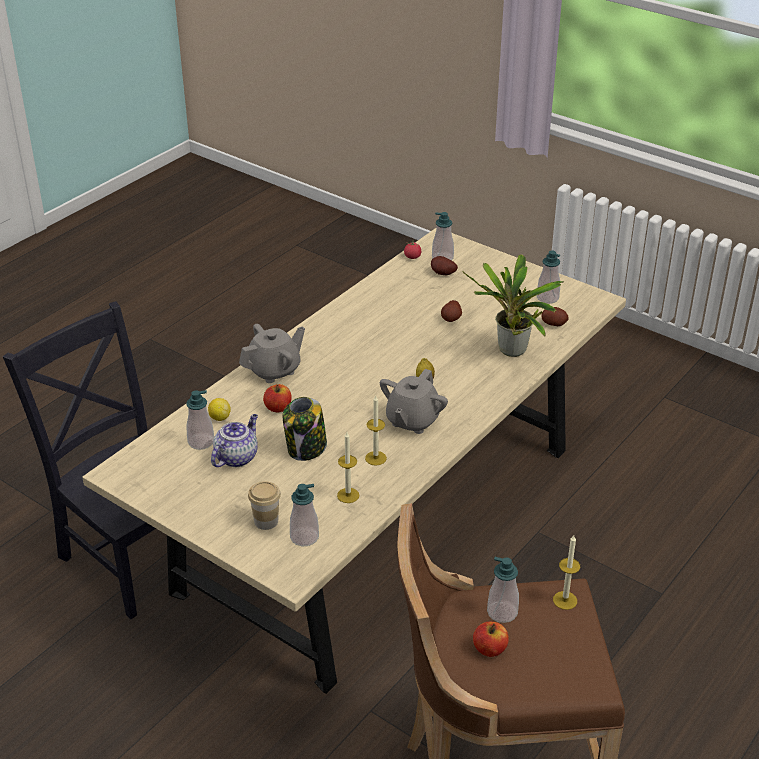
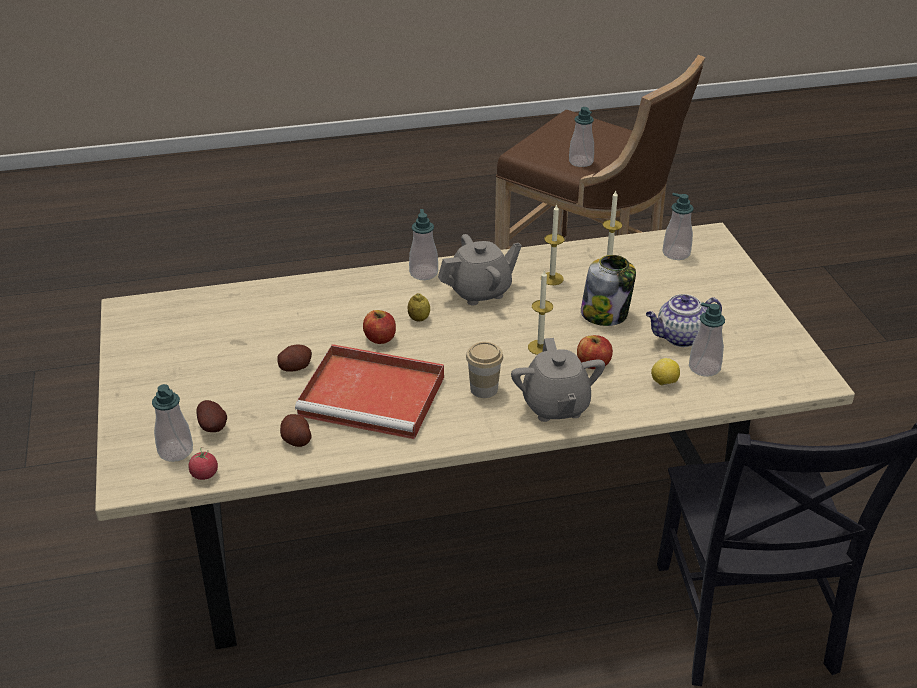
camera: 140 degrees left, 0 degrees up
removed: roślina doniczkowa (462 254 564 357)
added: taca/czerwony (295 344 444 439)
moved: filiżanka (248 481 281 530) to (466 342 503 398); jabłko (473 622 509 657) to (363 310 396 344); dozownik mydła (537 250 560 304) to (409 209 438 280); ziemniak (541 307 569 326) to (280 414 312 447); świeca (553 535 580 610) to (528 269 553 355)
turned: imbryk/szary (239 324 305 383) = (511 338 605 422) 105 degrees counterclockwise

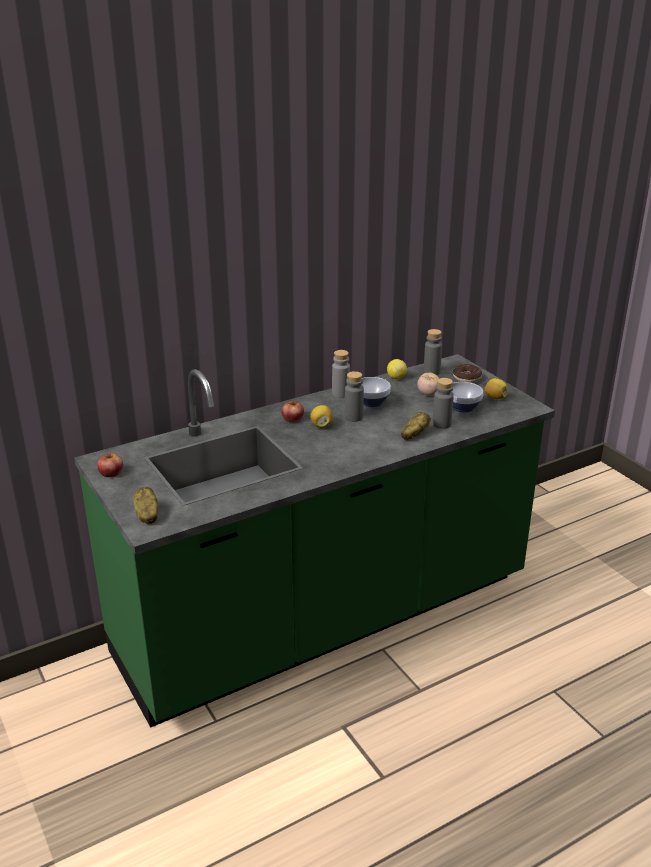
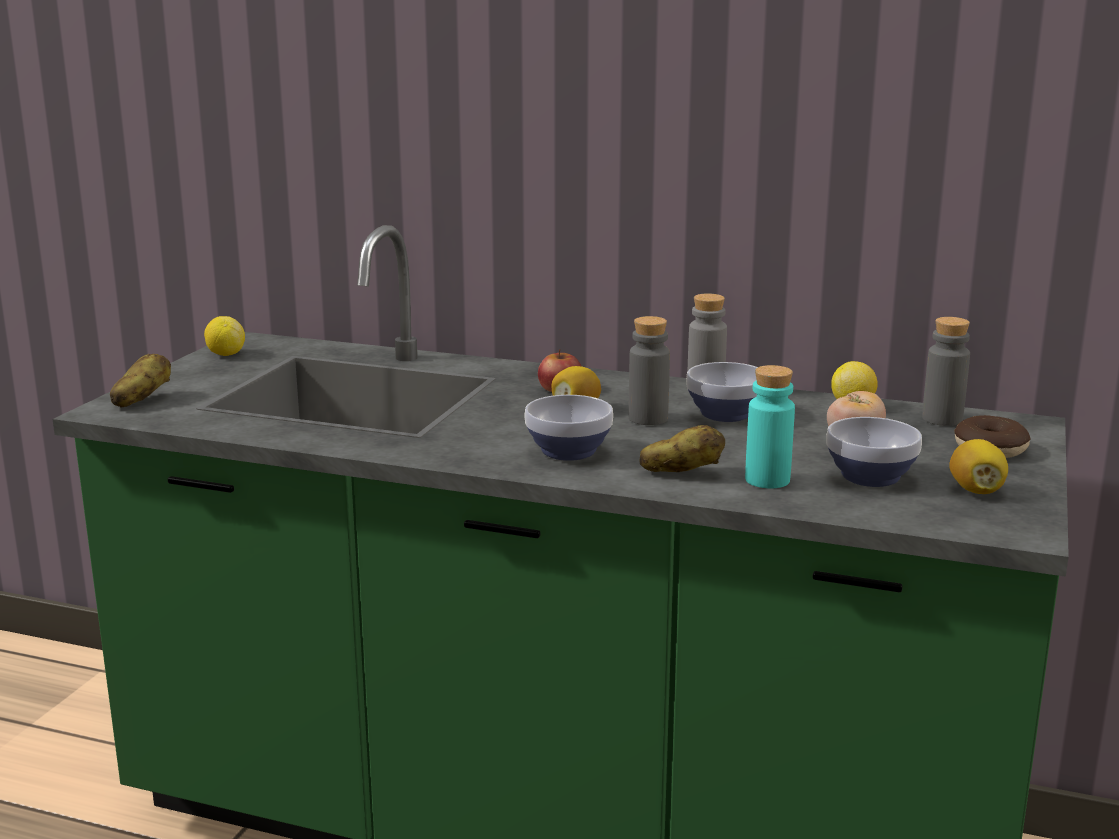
camera: 50 degrees right, 10 degrees down
added: miska (524 395 613 461)
replaced: jabłko (97 453 123 477) to cytryna (204 316 245 356)
recoloured: butelka/szary (433 378 454 429) to butelka/turkusowy (745 365 795 488)

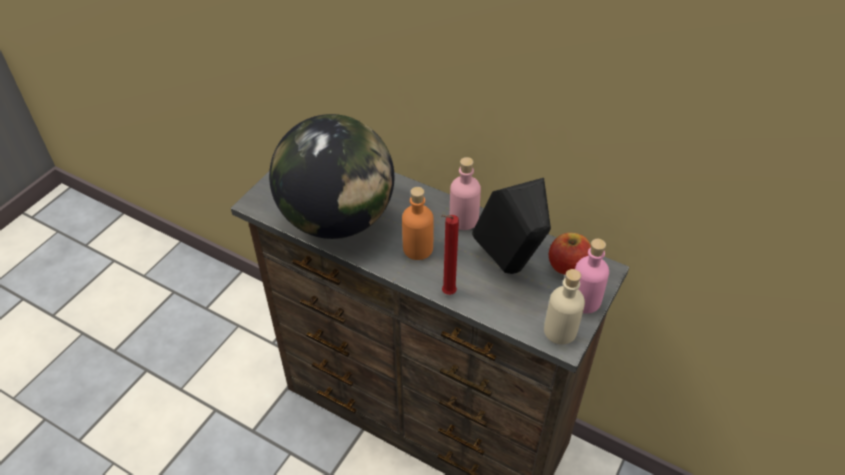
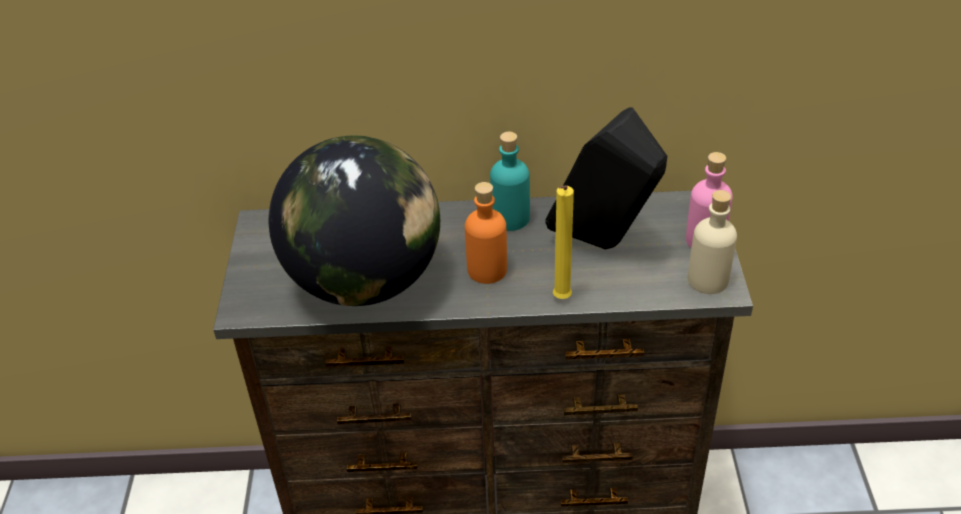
camera: 30 degrees left, 5 degrees down
removed: jabłko (549 233 591 275)
recoloured: świeca/czerwony (441 215 459 295) to świeca/żółty (553 185 574 299); butelka/różowy (450 157 481 230) to butelka/turkusowy (490 132 530 231)

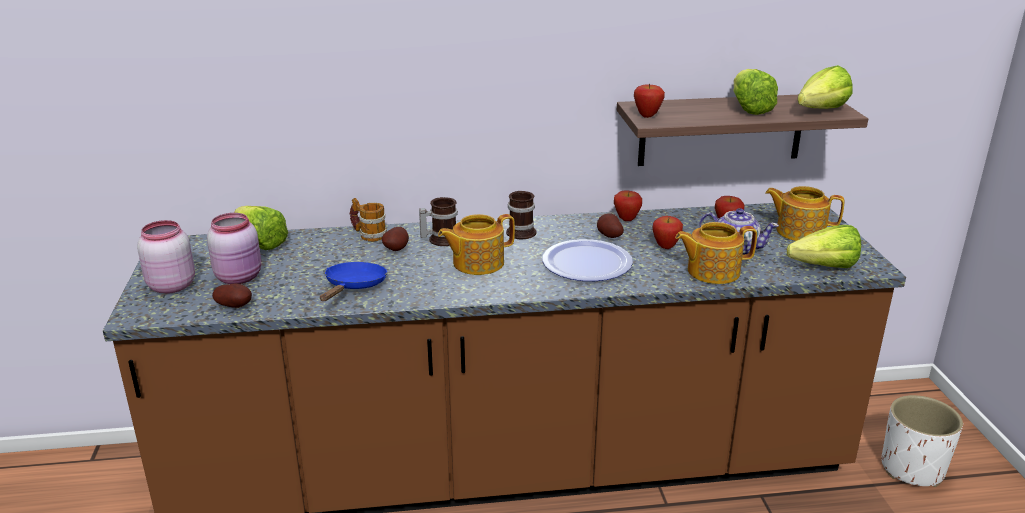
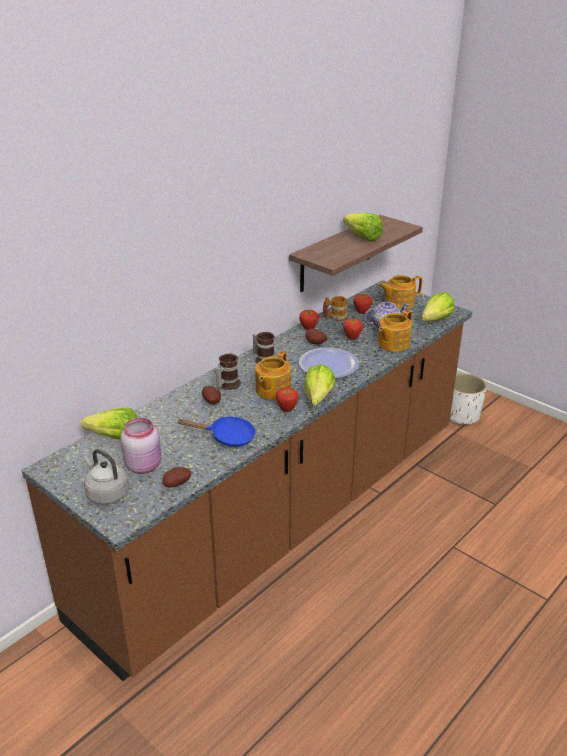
camera: 40 degrees left, 5 degrees up
moved: kubek (350 198 387 242) to (323 296 347 321); jabłko (634 84 665 118) to (276 387 299 412); sałata (797 65 853 109) to (304 364 335 406)
replaced: słoik/różowy (137 220 195 294) to czajnik/szary (84 449 129 504)
turned: patelnia/niebieski (320 262 387 301) = (178 417 256 447) 120 degrees clockwise

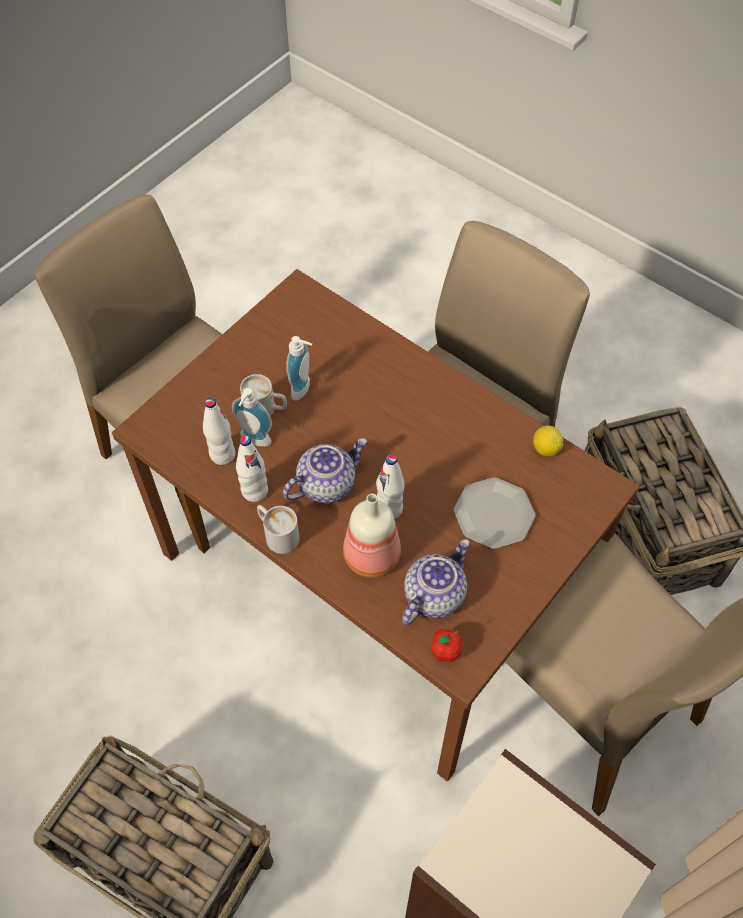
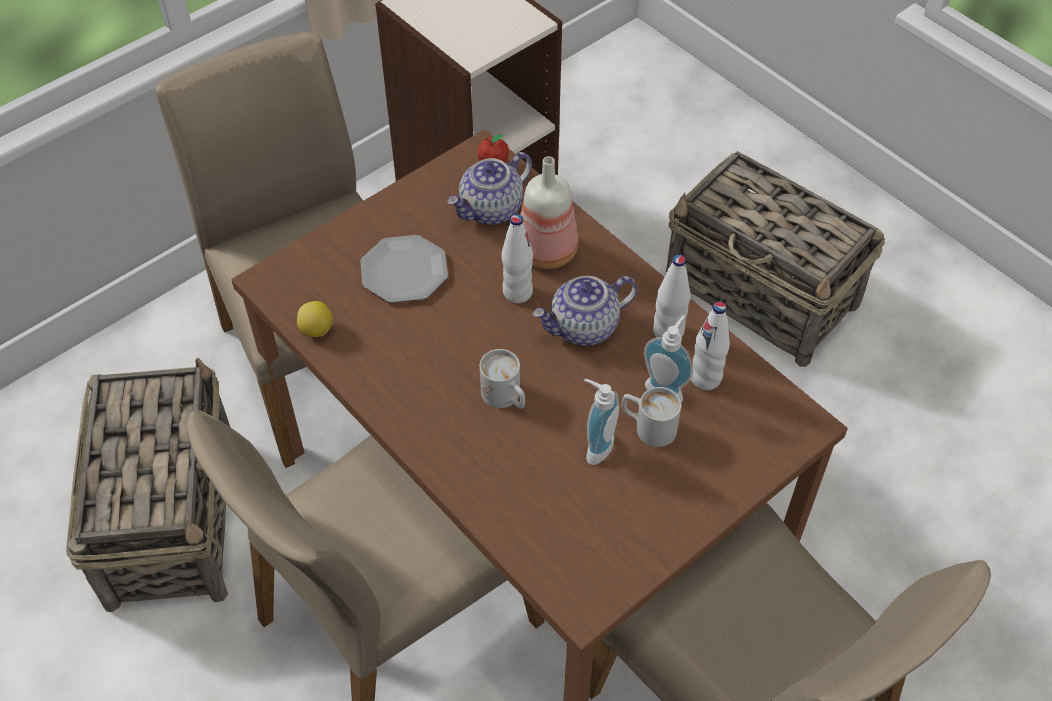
camera: 170 degrees left, 5 degrees down
moved: kubek/biały (257 505 299 554) to (480 349 525 409)

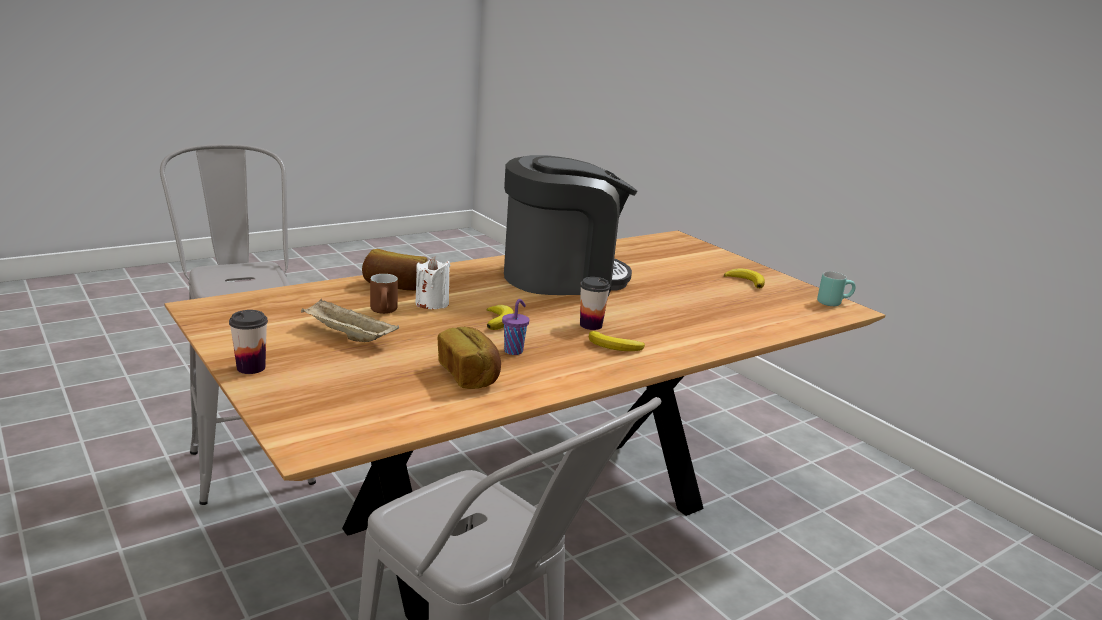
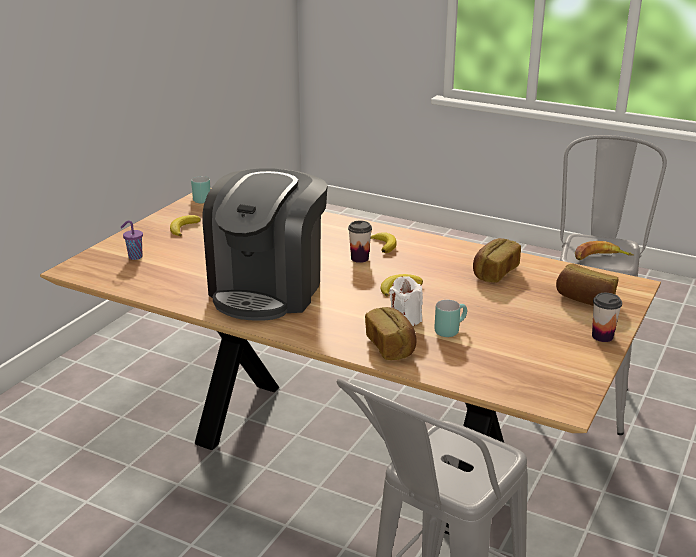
camera: 115 degrees left, 5 degrees up
removed: taca/beżowy (301 299 399 342)
added: chleb (556 263 618 306); banan (575 241 634 260)
moved: filiżanka/fioletowy (502 299 529 355) to (120 221 143 260)
recoloured: kubek/brązowy (370 274 398 314) to kubek/turkusowy (434 300 467 337)
turned: ekspres do kawy (504 155 637 296) = (203 168 328 321) 120 degrees counterclockwise

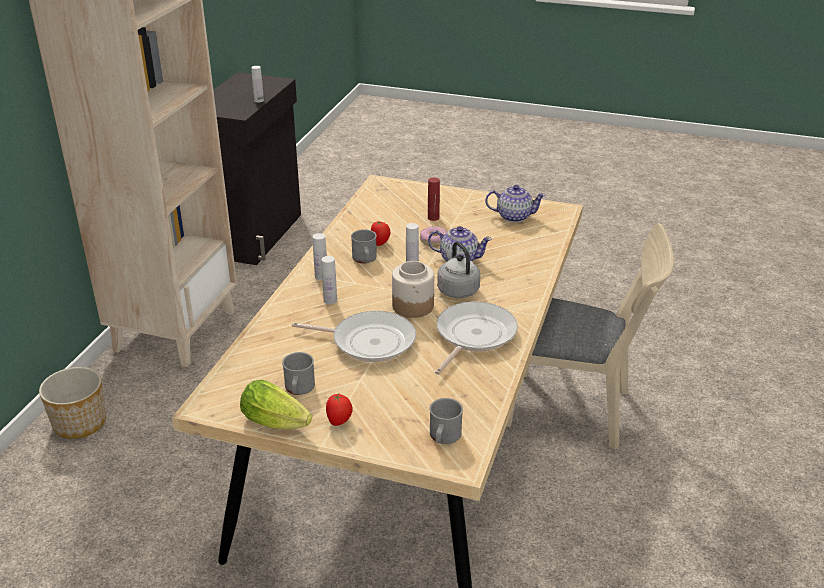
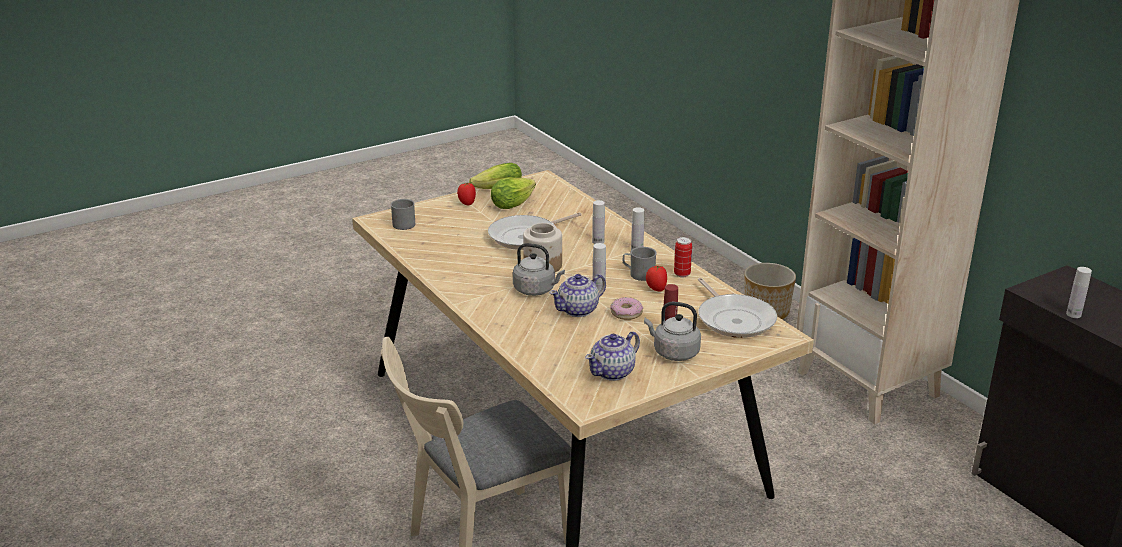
camera: 130 degrees right, 5 degrees down
added: czajnik/szary (644 302 701 361); puszka (674 237 692 277)
moved: patelnia (435 302 518 375) to (698 278 777 338)
replaced: kubek/szary (282 352 315 395) to sałata (491 178 536 209)

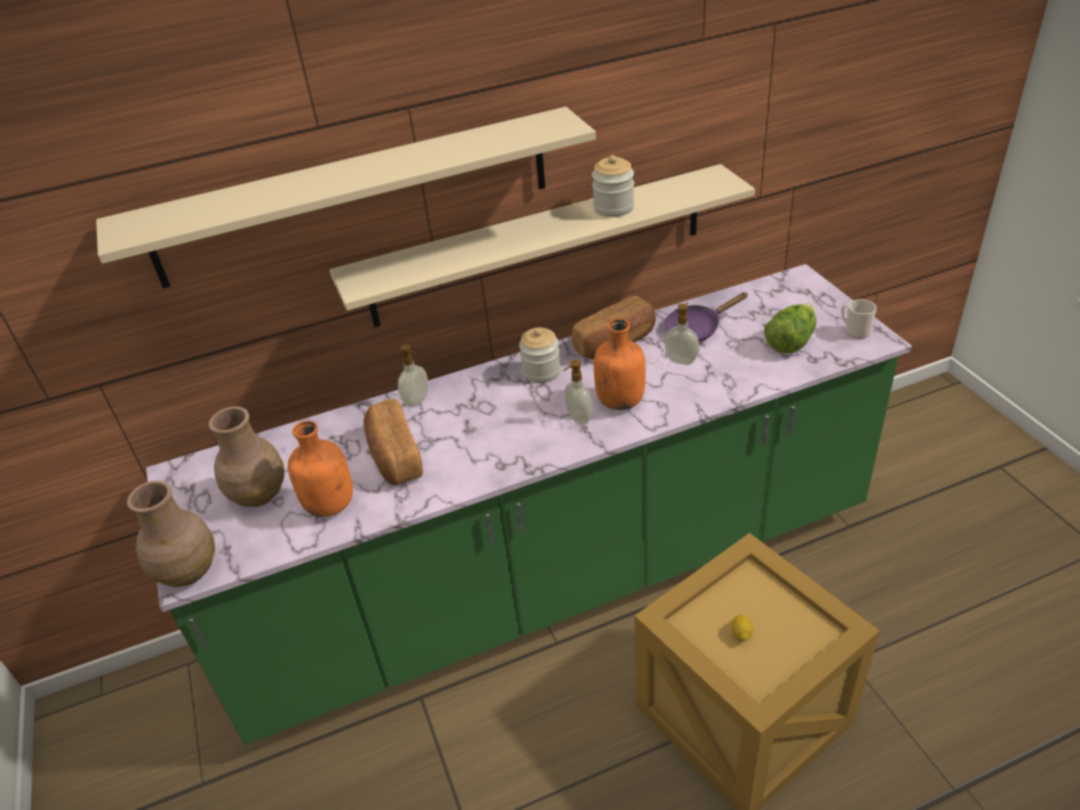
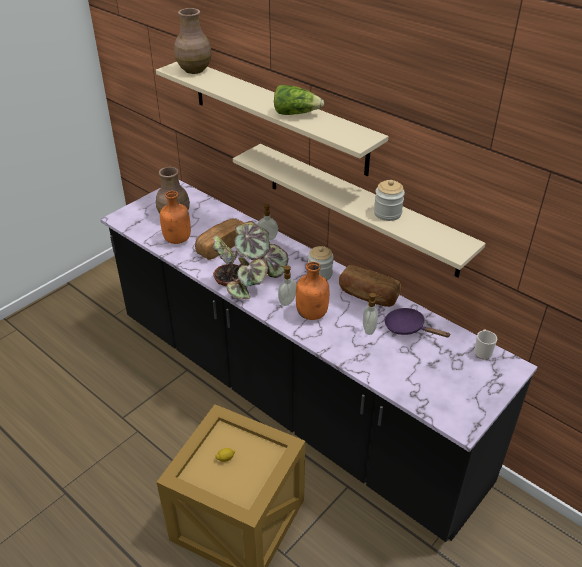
camera: 60 degrees right, 0 degrees up
added: roślina doniczkowa (213 221 288 299)
moved: wazon/brązowy (127 480 215 587) to (174 8 212 74); sałata (764 304 816 353) to (274 85 324 115); kubek (841 299 877 339) to (474 329 497 360)
recoloured: zabudowa kuchenna/zielony (146 264 912 745) to zabudowa kuchenna/czarny (100 180 537 542)

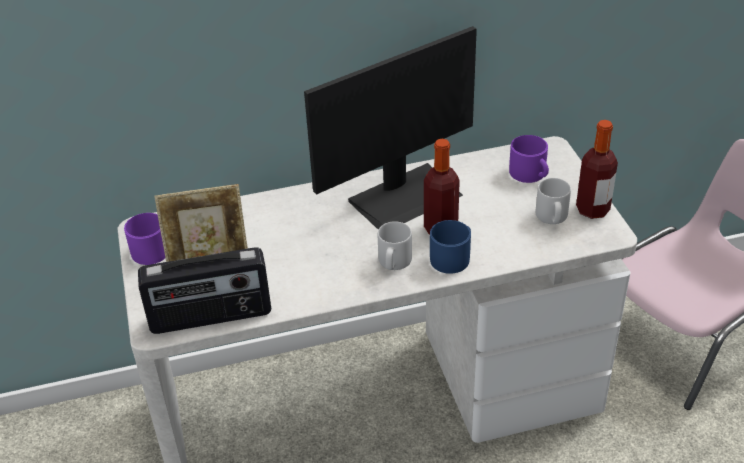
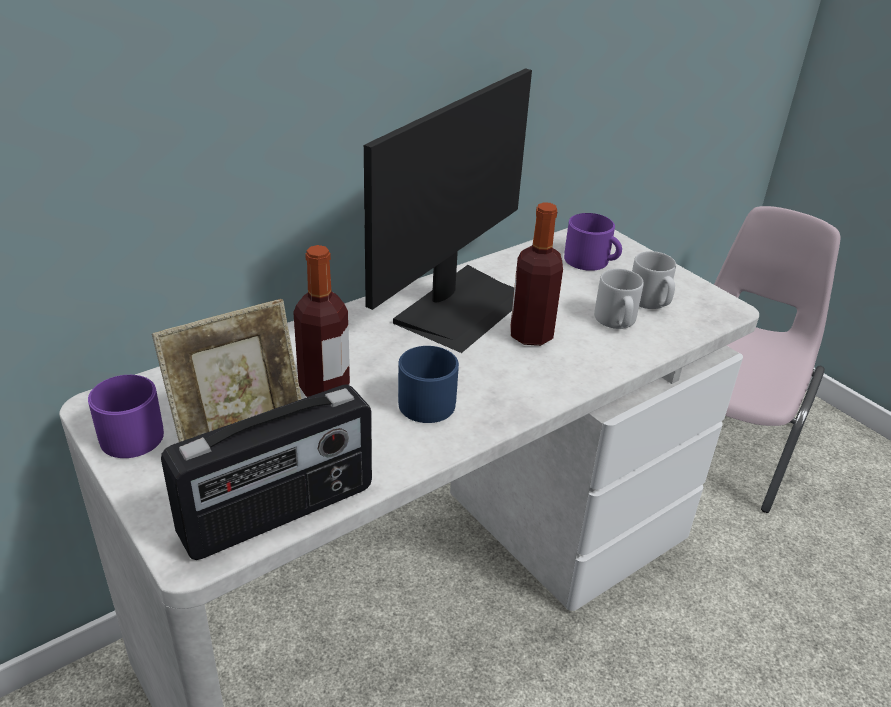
camera: 25 degrees left, 5 degrees down
moved: kubek/szary (378 221 412 270) to (594 269 644 329); kubek/niebieski (430 220 471 274) to (398 346 459 423); butelka (576 120 618 219) to (293 245 350 397)

